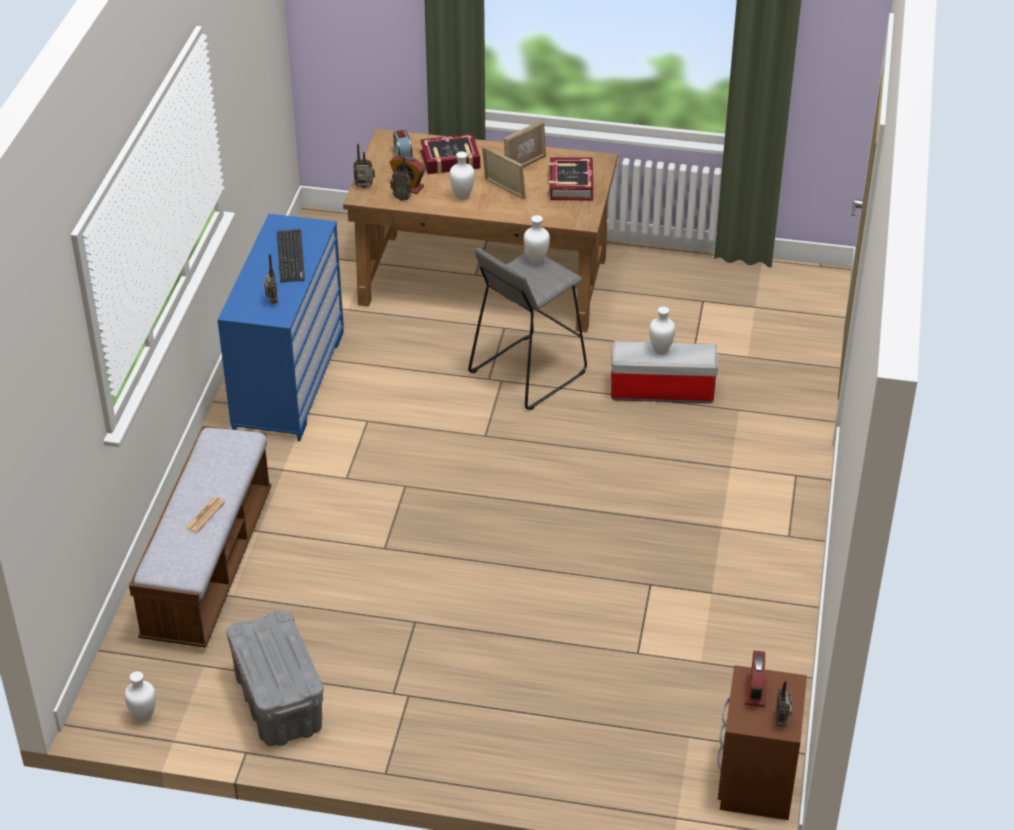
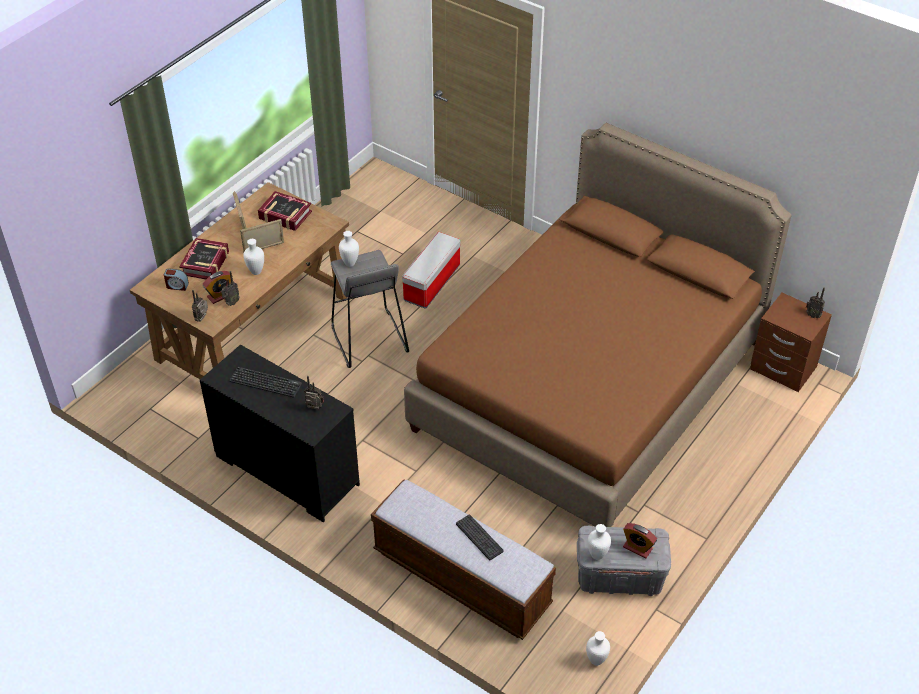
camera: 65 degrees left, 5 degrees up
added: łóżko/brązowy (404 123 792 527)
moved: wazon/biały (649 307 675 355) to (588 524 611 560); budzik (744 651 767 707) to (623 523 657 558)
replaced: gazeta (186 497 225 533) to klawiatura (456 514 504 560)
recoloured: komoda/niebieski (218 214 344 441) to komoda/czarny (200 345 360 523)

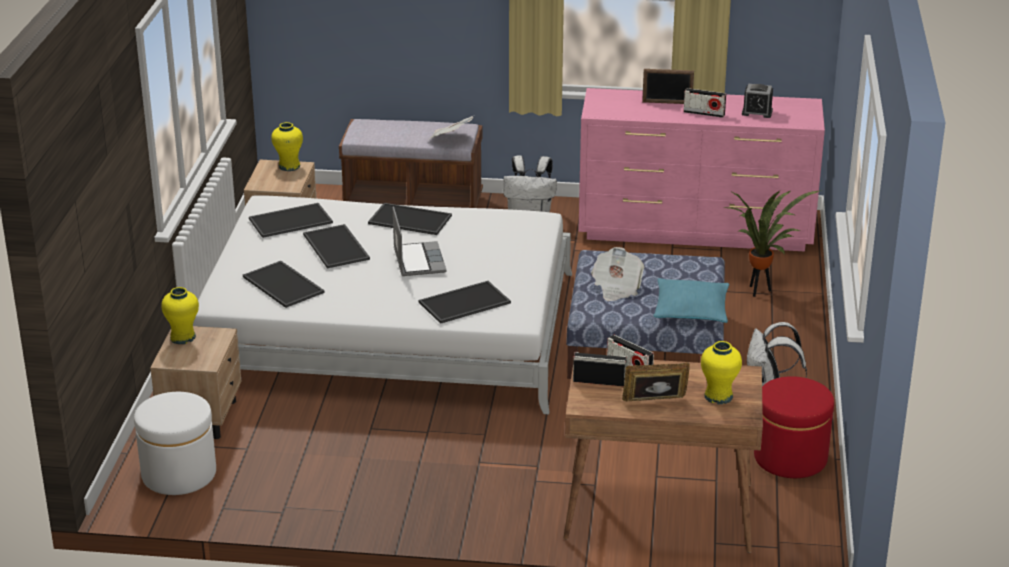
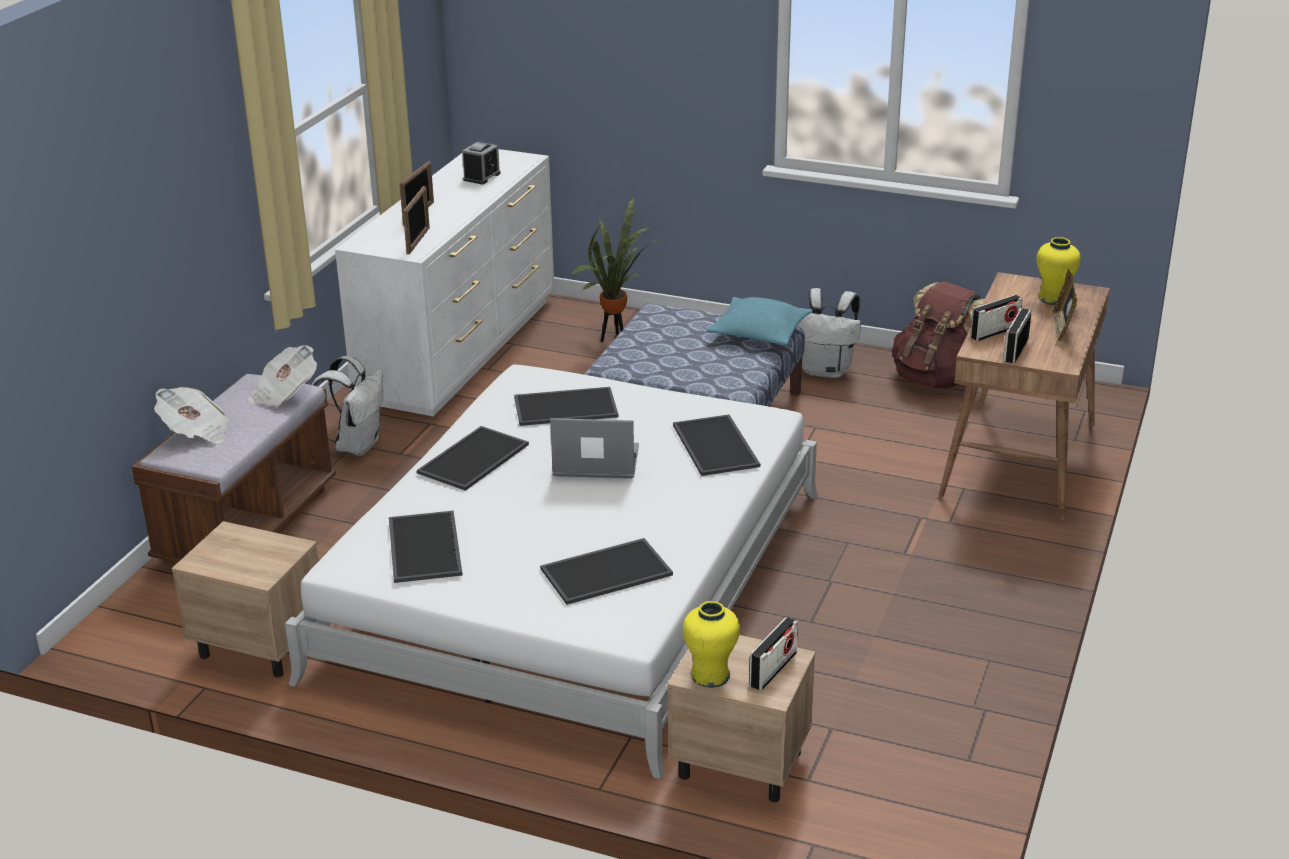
camera: 75 degrees left, 0 degrees up
removed: pufa/biały (134 392 216 495); wazon/żółty (271 122 303 171)
added: ramka na zdjęcie (403 186 430 254)
moved: taca (303 224 370 268) to (514 387 619 426); gazeta (591 247 644 301) to (154 387 231 443); radio (683 88 726 118) to (749 617 798 691)
replaced: pufa/czerwony (754 376 834 478) to plecak/brązowy (892 281 984 389)
recoloured: komoda/różowy (578 88 825 251) to komoda/biały (335 149 555 416)

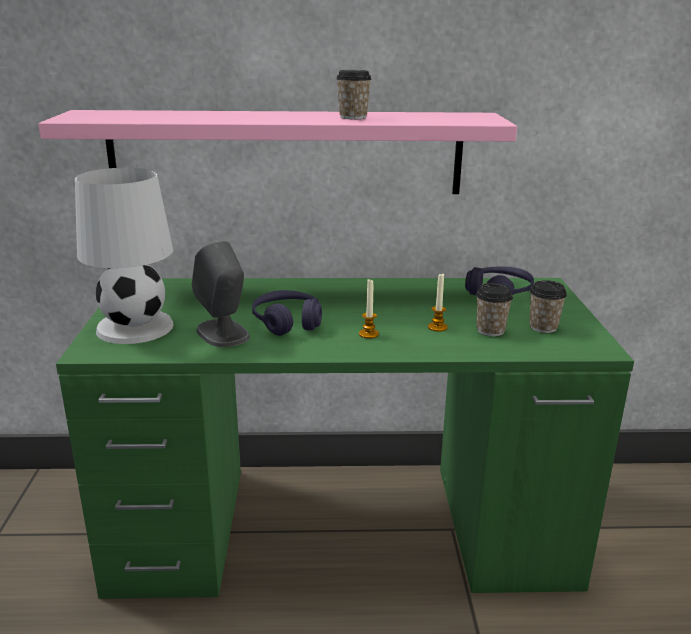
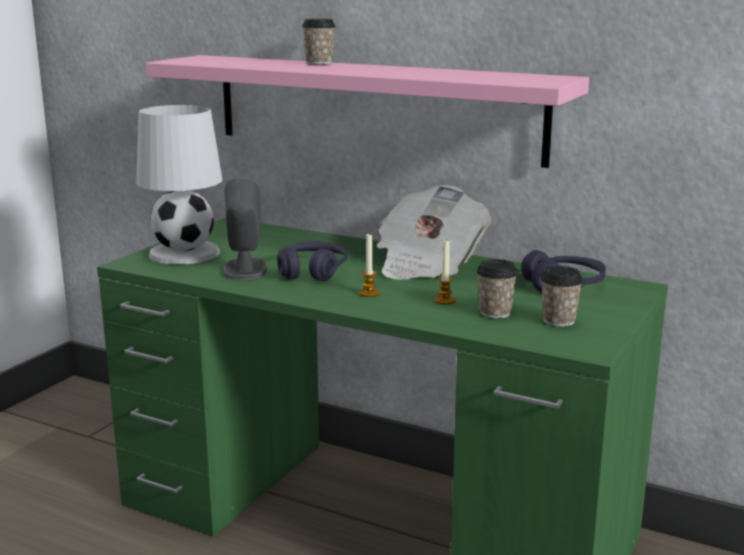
camera: 30 degrees right, 5 degrees down
added: gazeta (377 185 491 280)
moved: filiżanka (336 70 372 119) to (302 19 335 65)

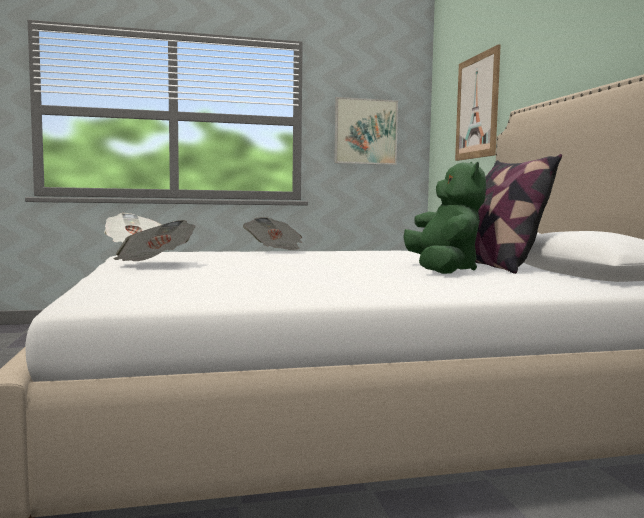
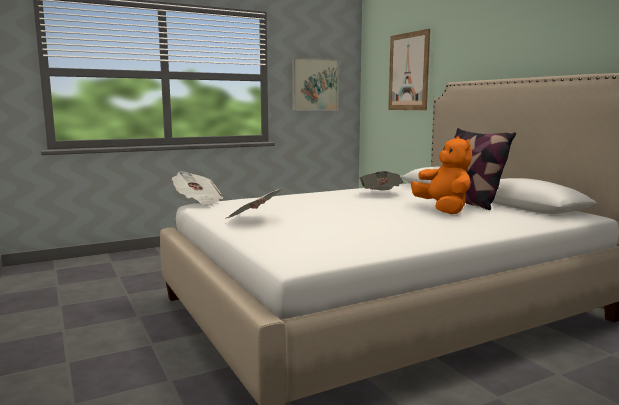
camera: 15 degrees left, 5 degrees up
moved: gazeta (243 217 303 250) to (359 171 403 191)
recoloured: pluszak/zielony (403 162 486 274) to pluszak/pomarańczowy (411 136 472 214)

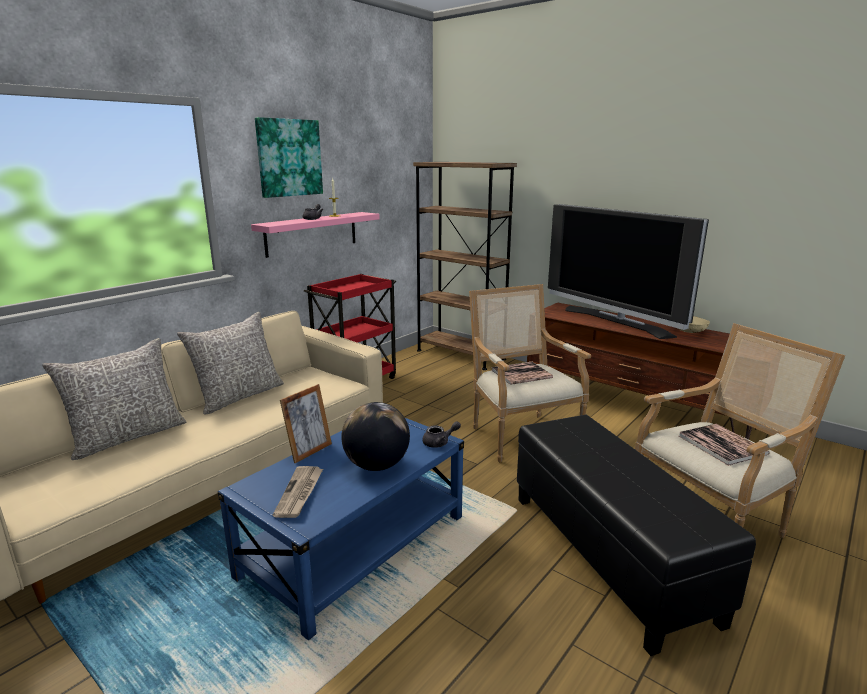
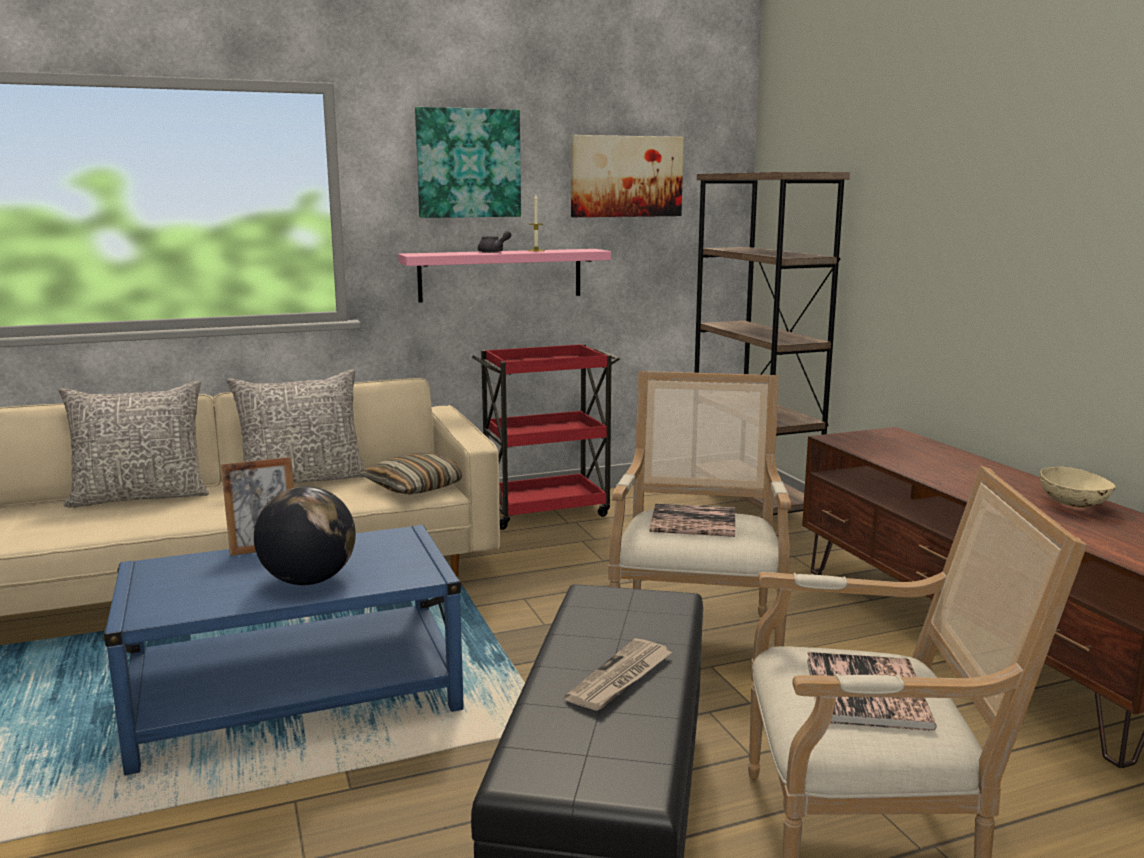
camera: 30 degrees right, 5 degrees down
removed: imbryk/szary (422 421 461 448); telewizor (548 204 709 339)
added: poduszka (359 453 462 494); obraz (571 135 684 217)
moved: gazeta (273 466 323 518) to (565 638 672 711)

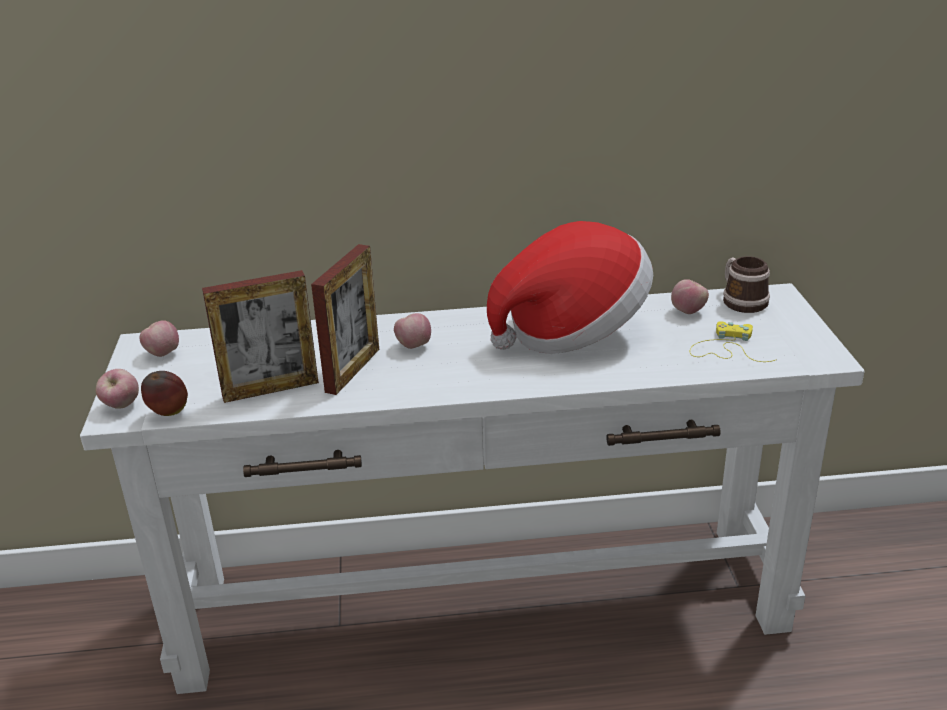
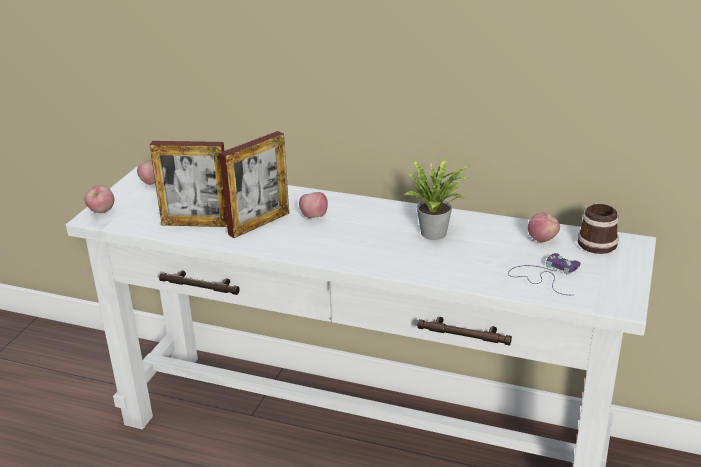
camera: 25 degrees right, 0 degrees up
removed: jabłko (141 371 188 416)
replaced: kapelusz (487 221 653 354) to roślina doniczkowa (404 158 471 240)
recoloured: pad do gier/żółty (690 321 775 362) to pad do gier/fioletowy (508 253 580 295)

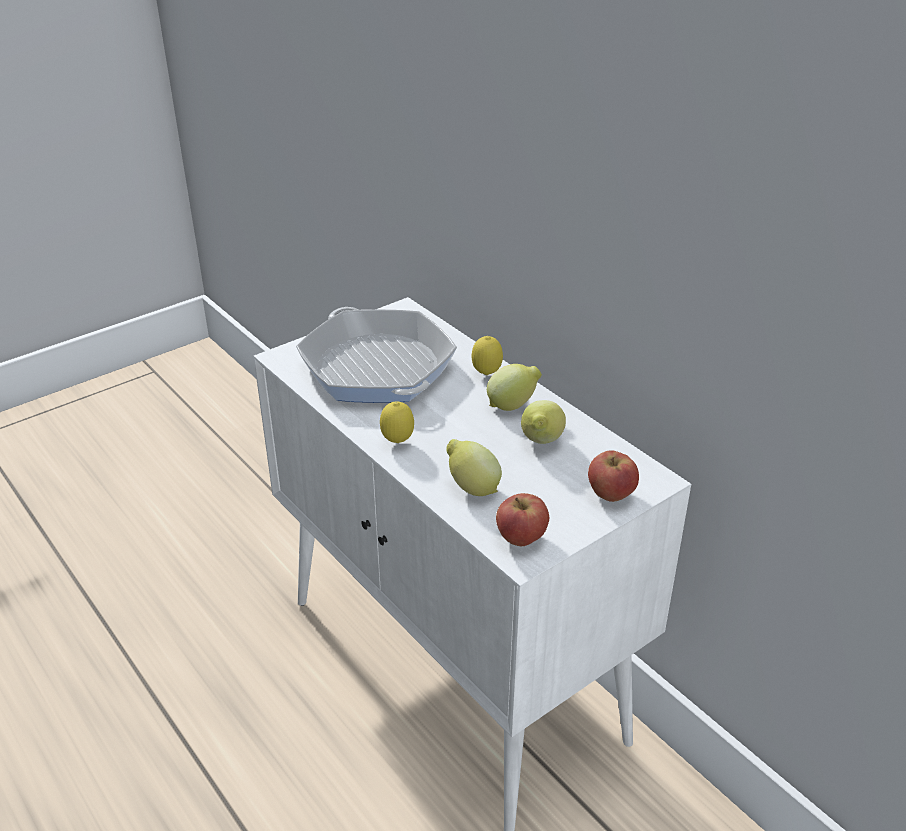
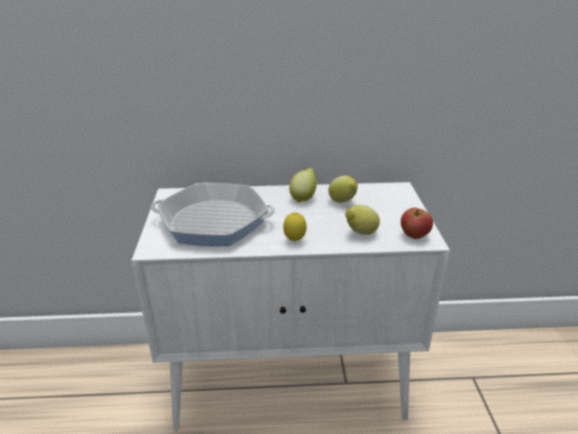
camera: 55 degrees left, 5 degrees down
removed: cytryna (472 336 503 375); jabłko (588 450 639 502)

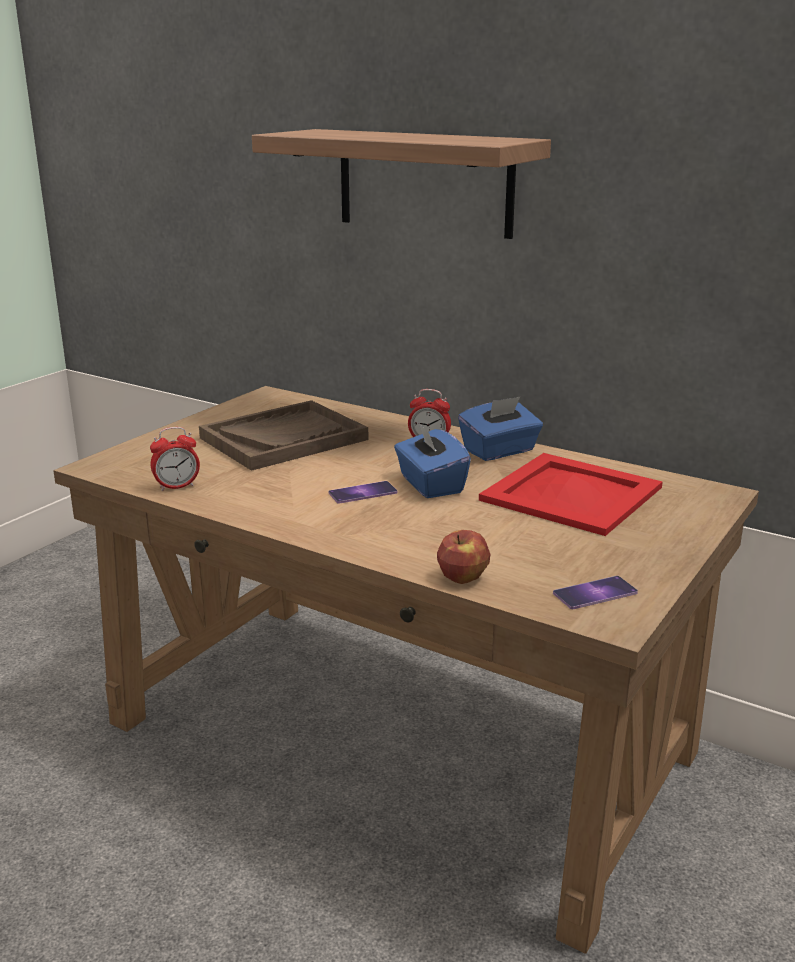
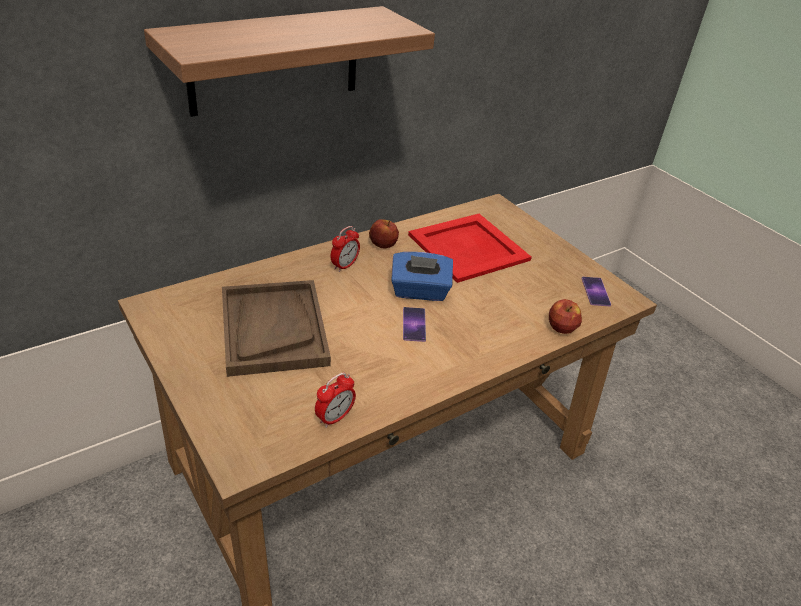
camera: 70 degrees left, 15 degrees up
replaced: pudełko chusteczek/niebieski (458 396 543 461) to jabłko (369 220 399 249)
turned: budzik (150 427 200 491) = (315 372 356 428) 45 degrees clockwise

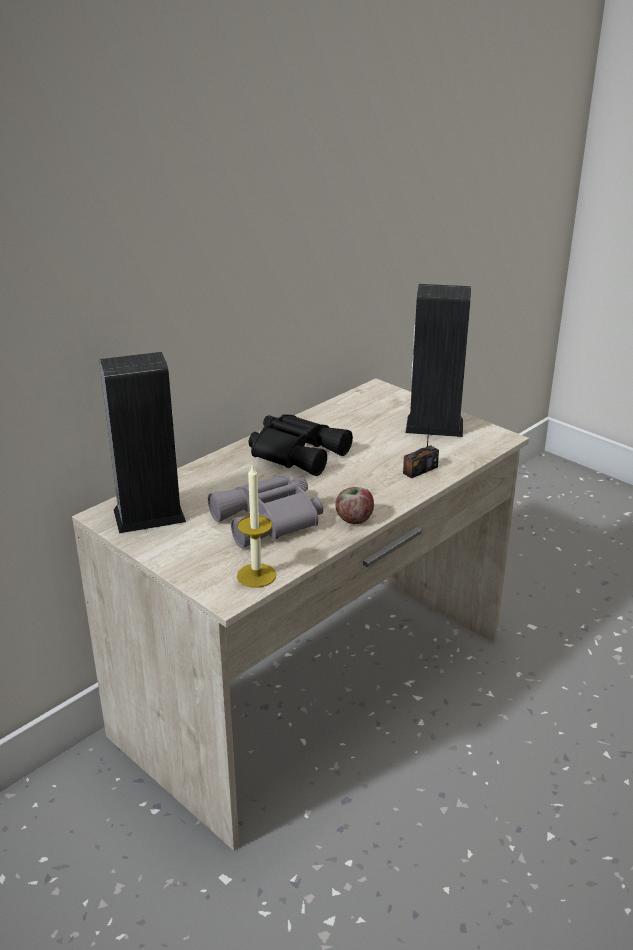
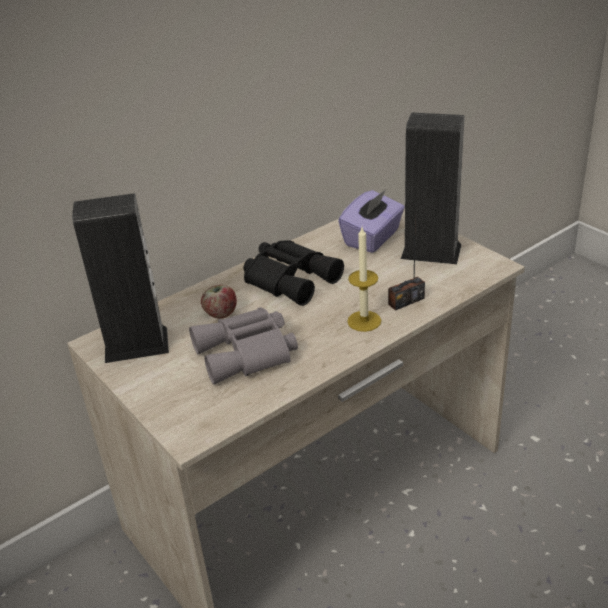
camera: 10 degrees right, 5 degrees up
added: pudełko chusteczek/fioletowy (338 190 405 253)
moved: świeca (237 464 276 588) to (347 227 381 332); jabłko (335 487 374 524) to (201 285 237 318)

